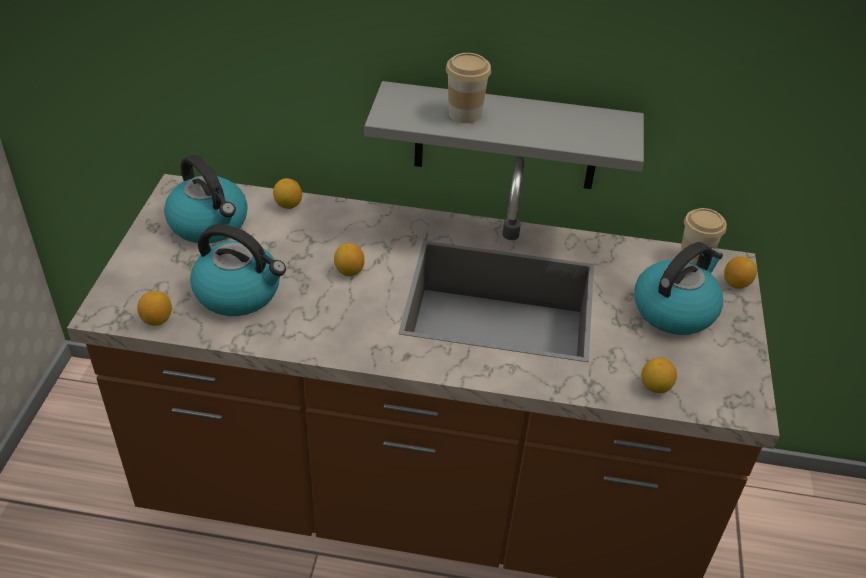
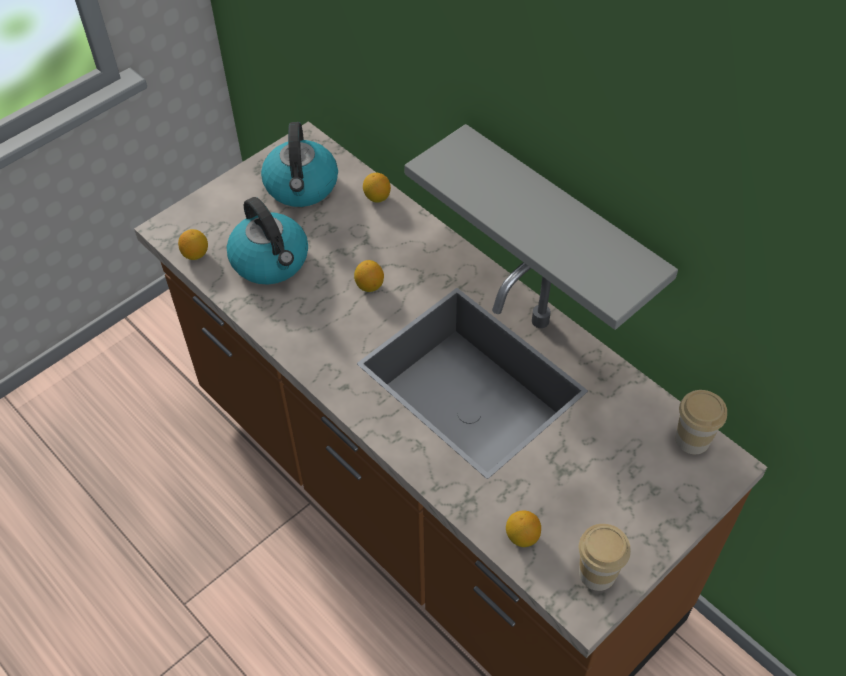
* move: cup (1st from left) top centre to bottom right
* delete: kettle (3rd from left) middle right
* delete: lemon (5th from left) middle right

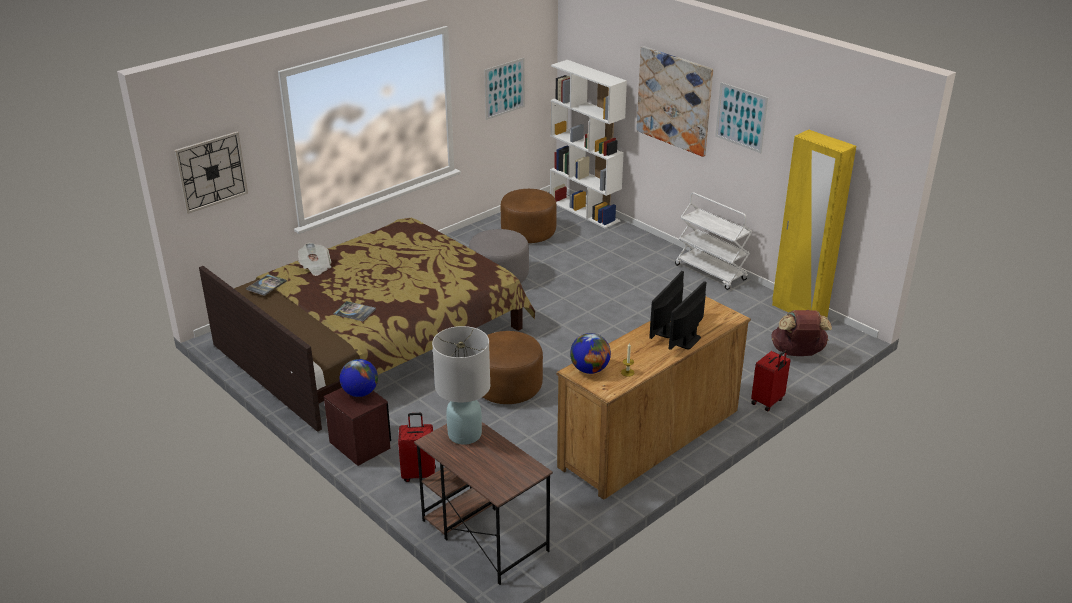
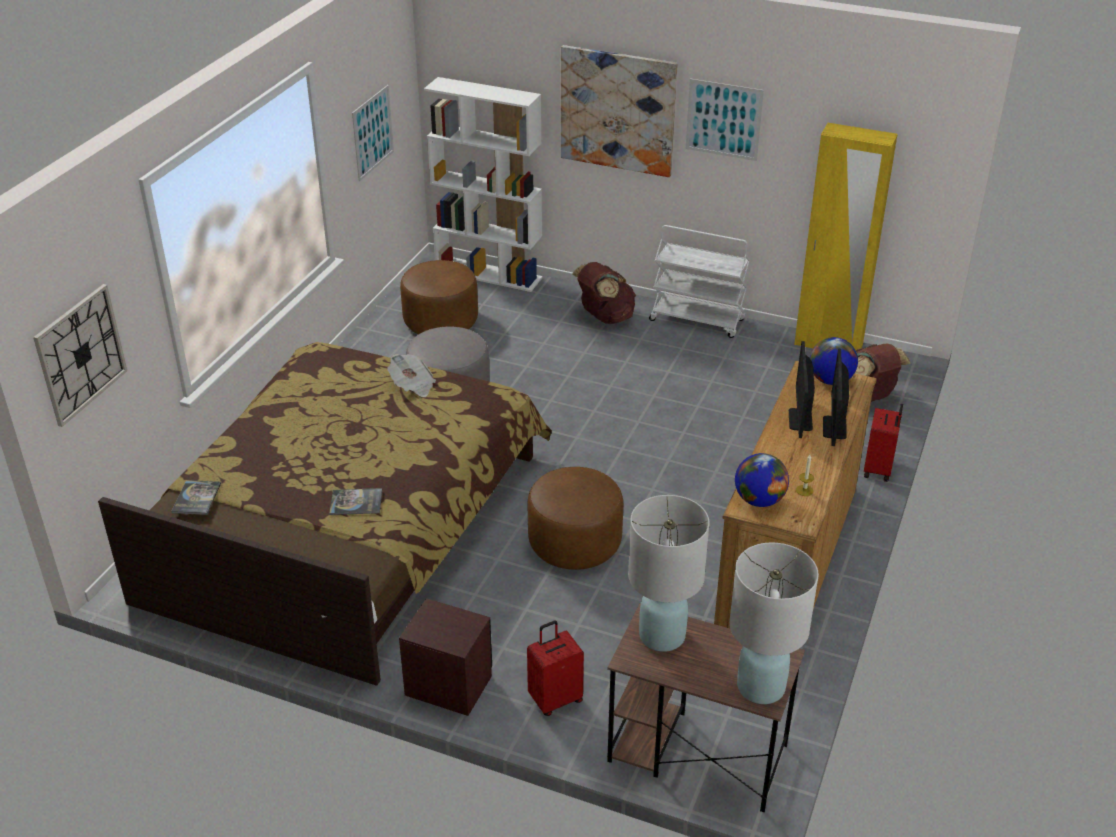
* move: newspaper middle left to centre
* insert: brown backpack (1st from left) centre
* insert: white table lamp (2nd from left) bottom right
* move: globe (1st from left in the first image) centre to globe (2nd from left) middle right

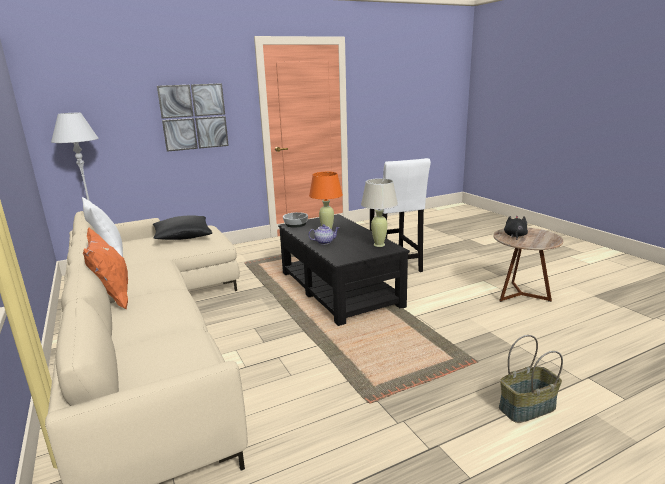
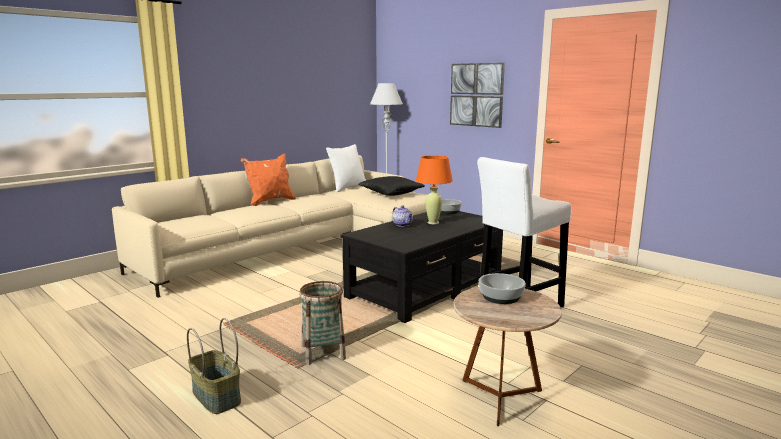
* insert: basket (2nd from left) bottom centre
* replace: black plush toy middle right to bowl (2nd from left) centre
* delete: beige table lamp centre

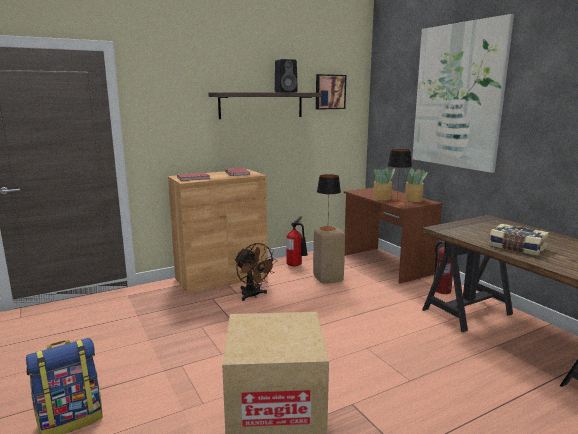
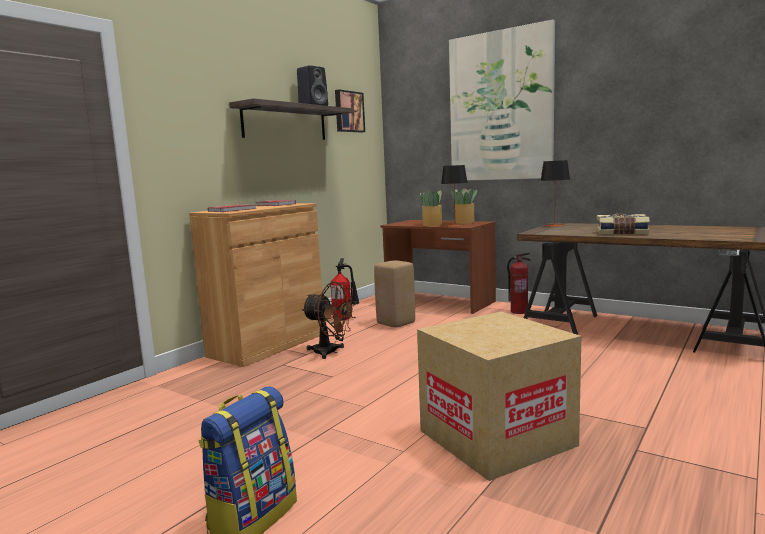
* move: table lamp (1st from left in the first image) centre to table lamp (2nd from left) middle right

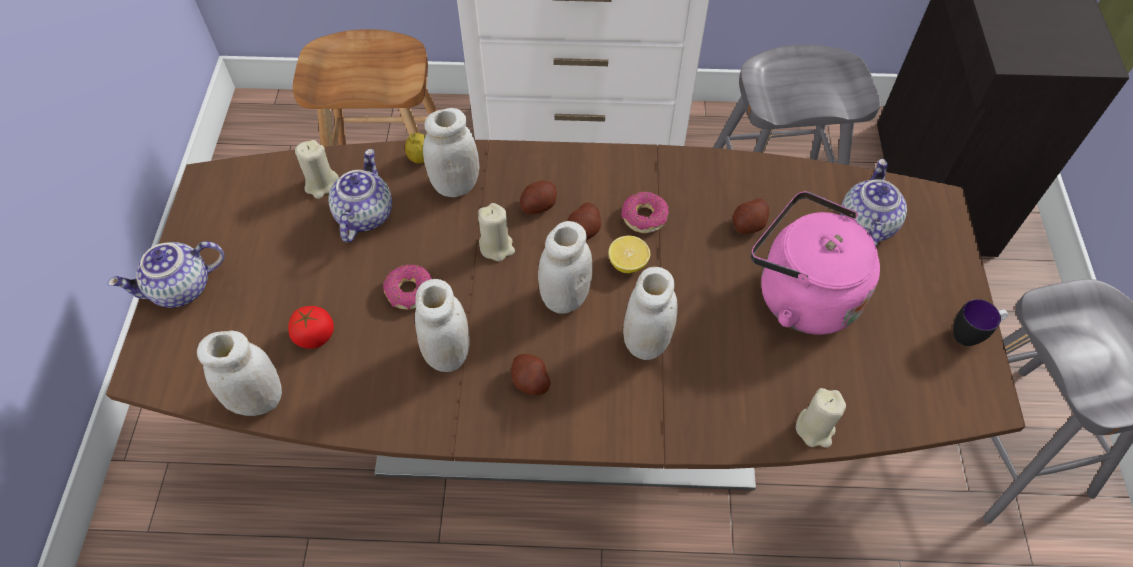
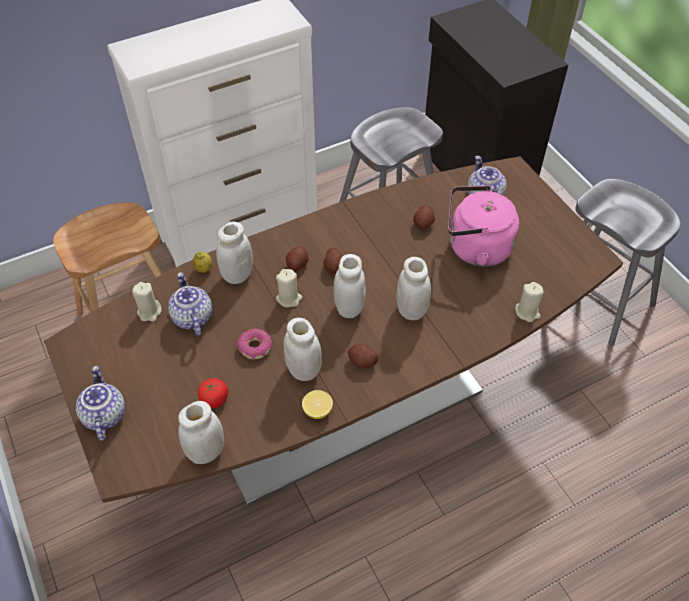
* rotate: teapot (1st from left) middle left = bottom left 135 degrees clockwise
* move: lemon (2nd from left) centre to bottom centre
* delete: donut (2nd from left) centre
* delete: mug middle right

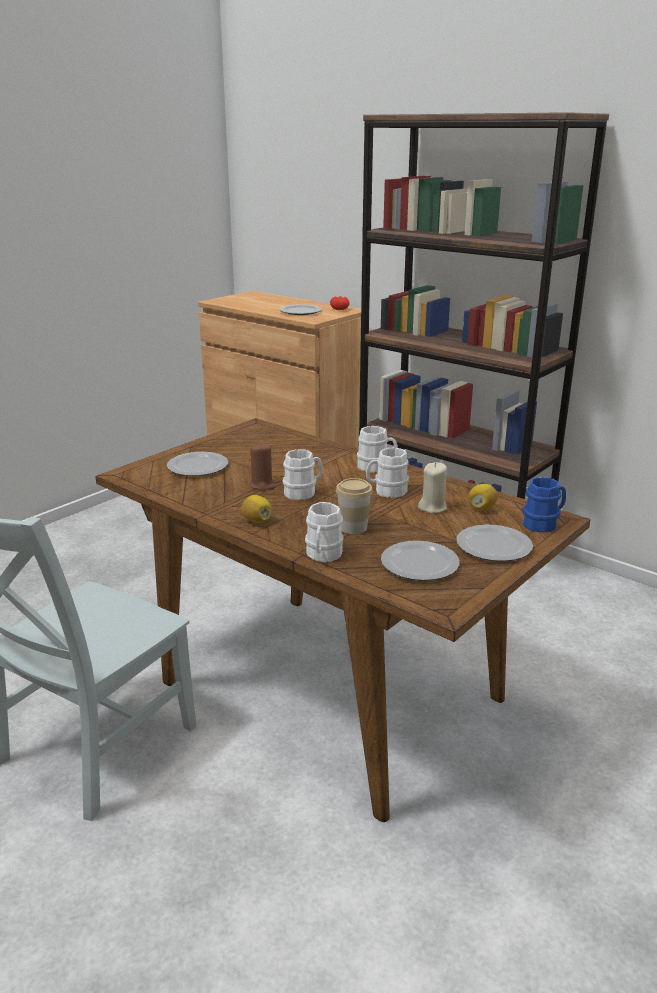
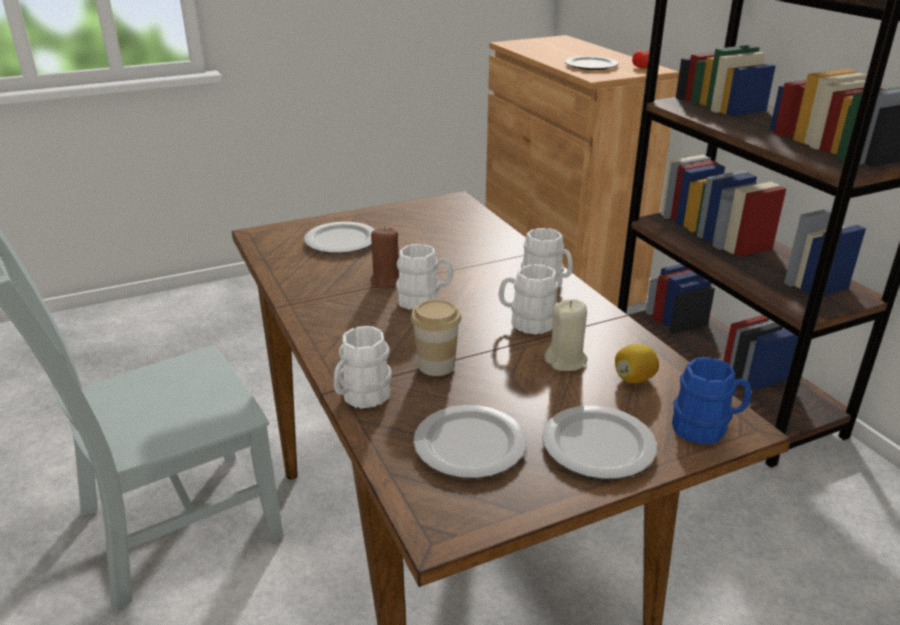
* delete: lemon (1st from left) centre

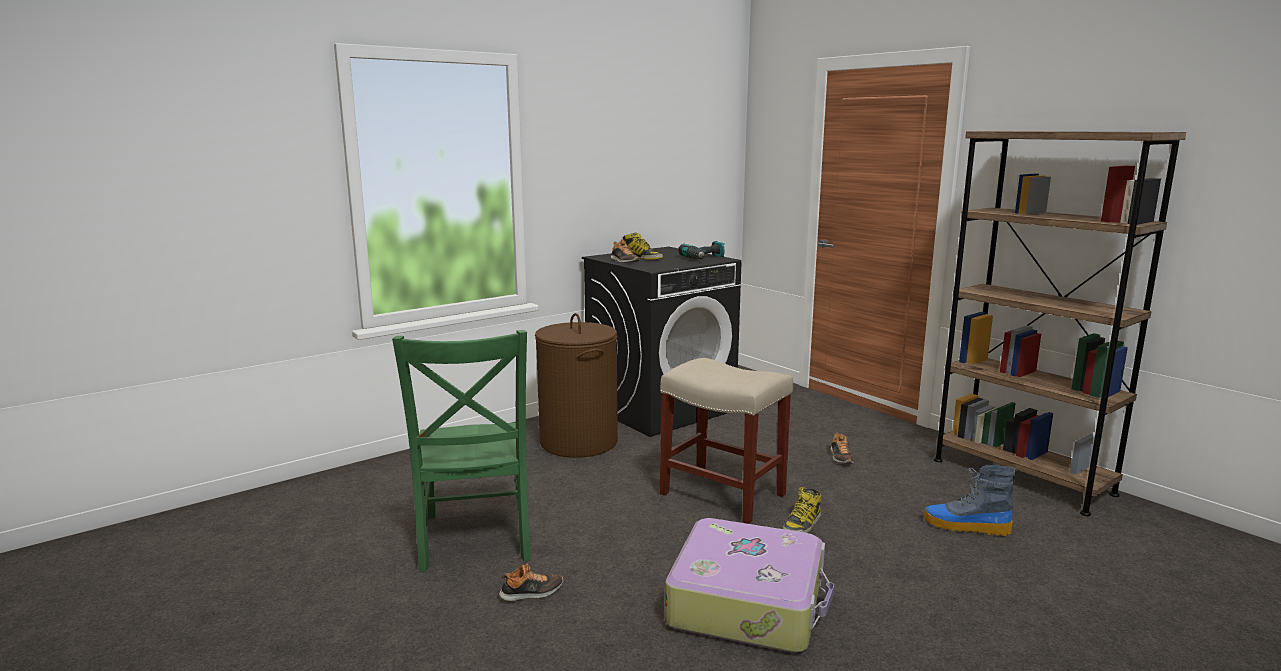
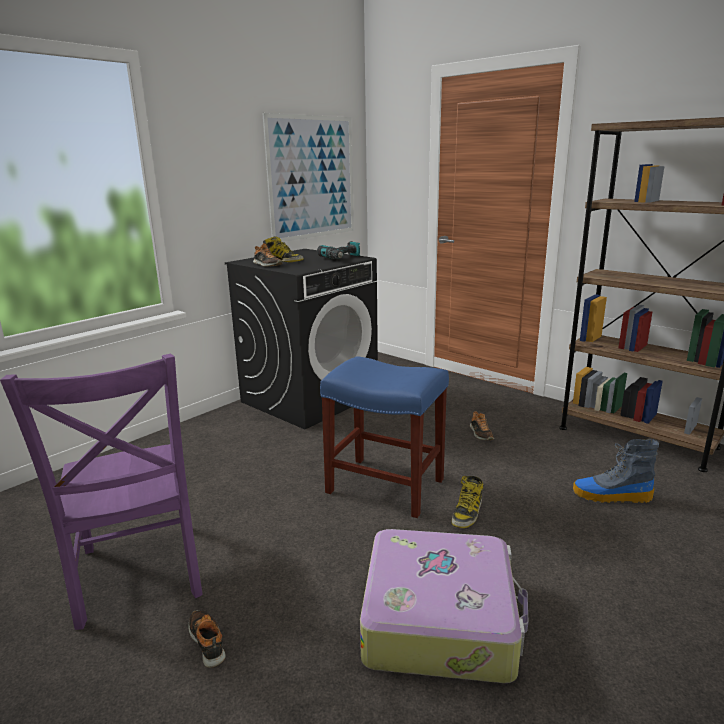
* recolor: green chair bottom centre to purple chair bottom left
* rotate: shoe (1st from left) bottom centre = bottom left 90 degrees counterclockwise
* insert: picture top centre
* recolor: beige stool centre to blue stool centre
* delete: brown laundry basket centre

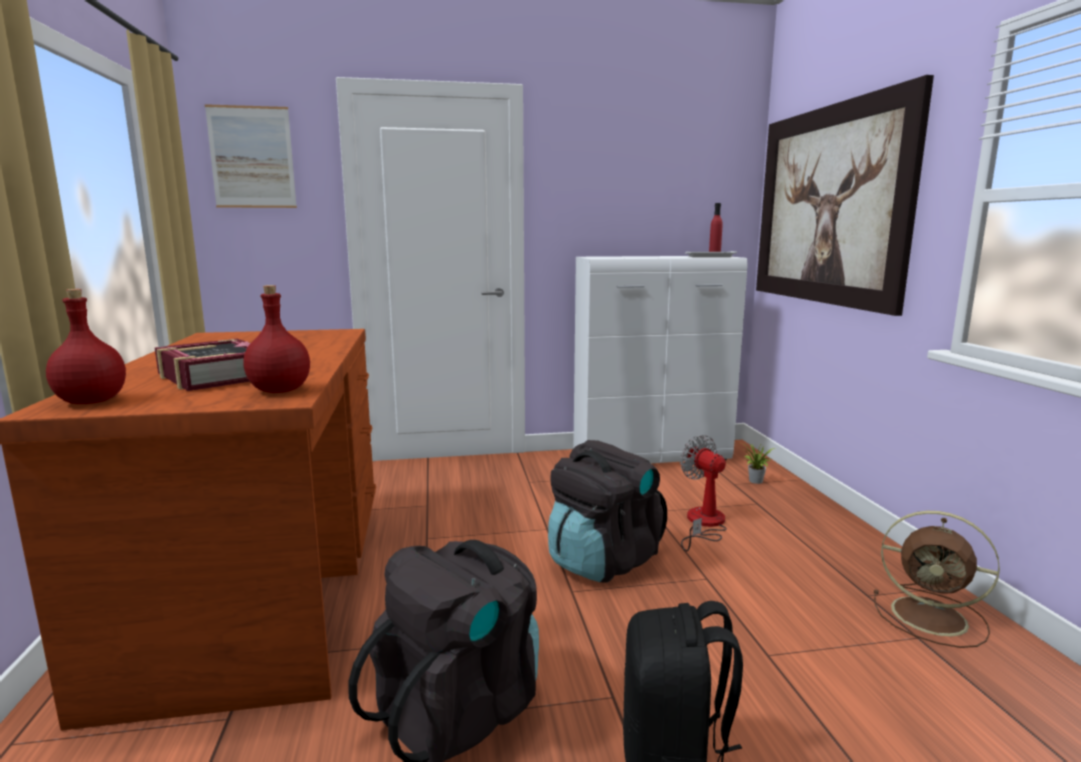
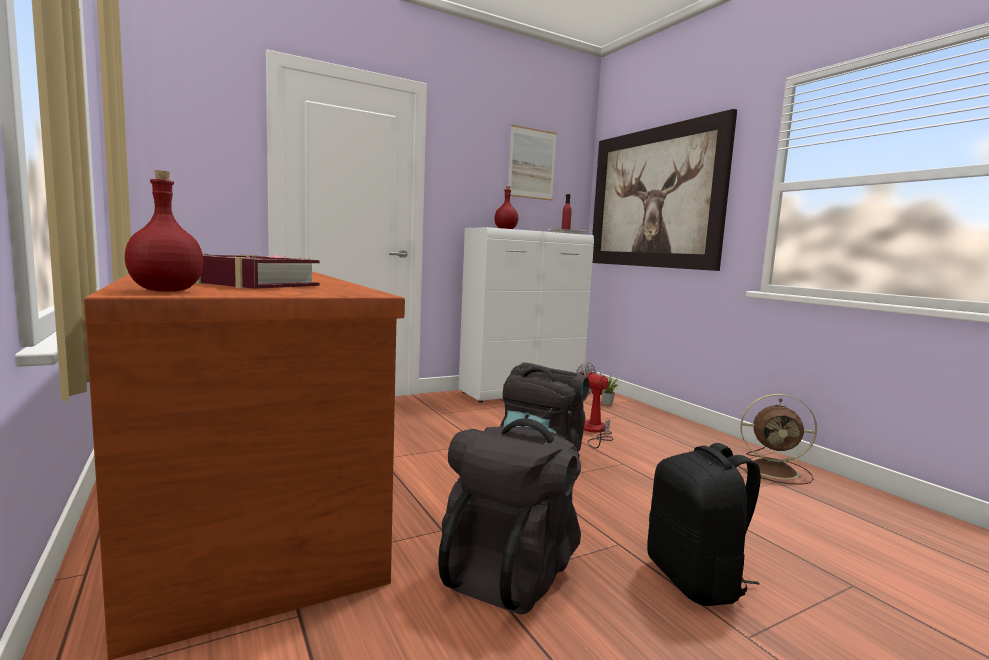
* move: red bottle (2nd from left) middle left to top centre
* move: picture (1st from left) top left to top centre

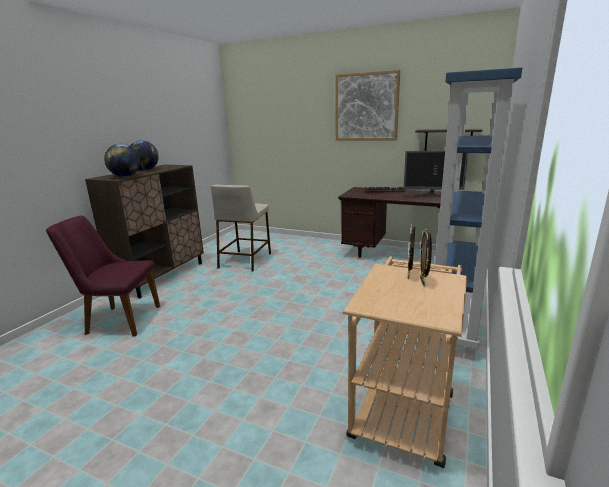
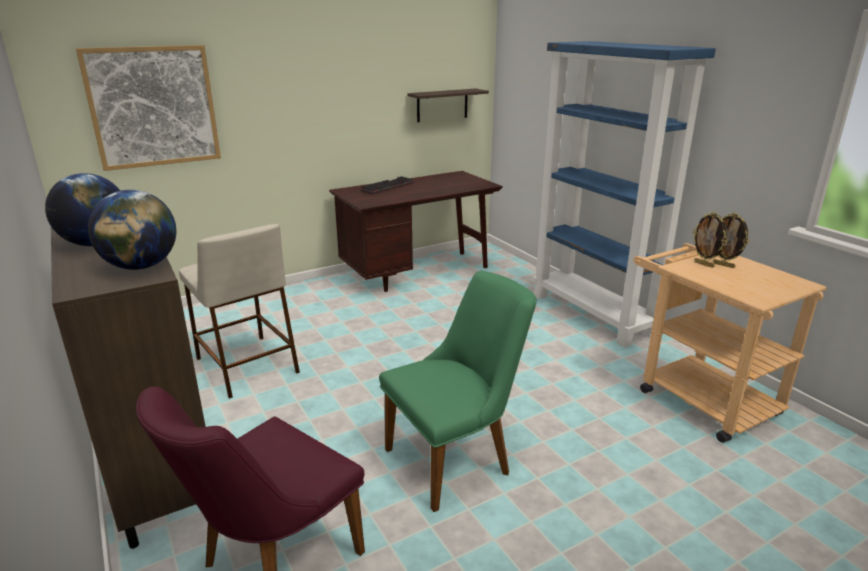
* move: picture top centre to top left
* insert: green chair bottom centre
* delete: monitor middle right

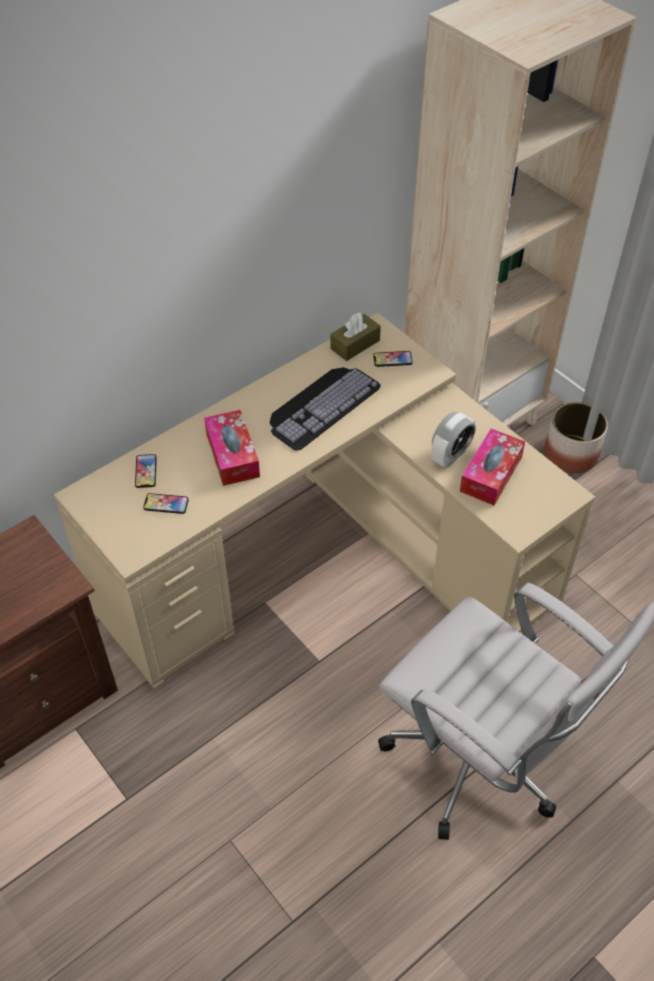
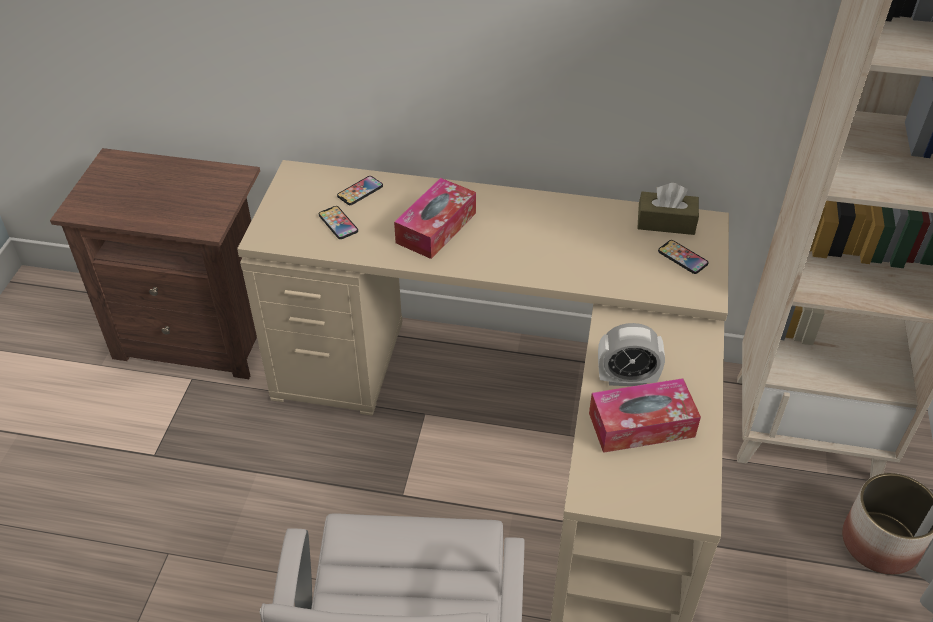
* delete: keyboard centre

